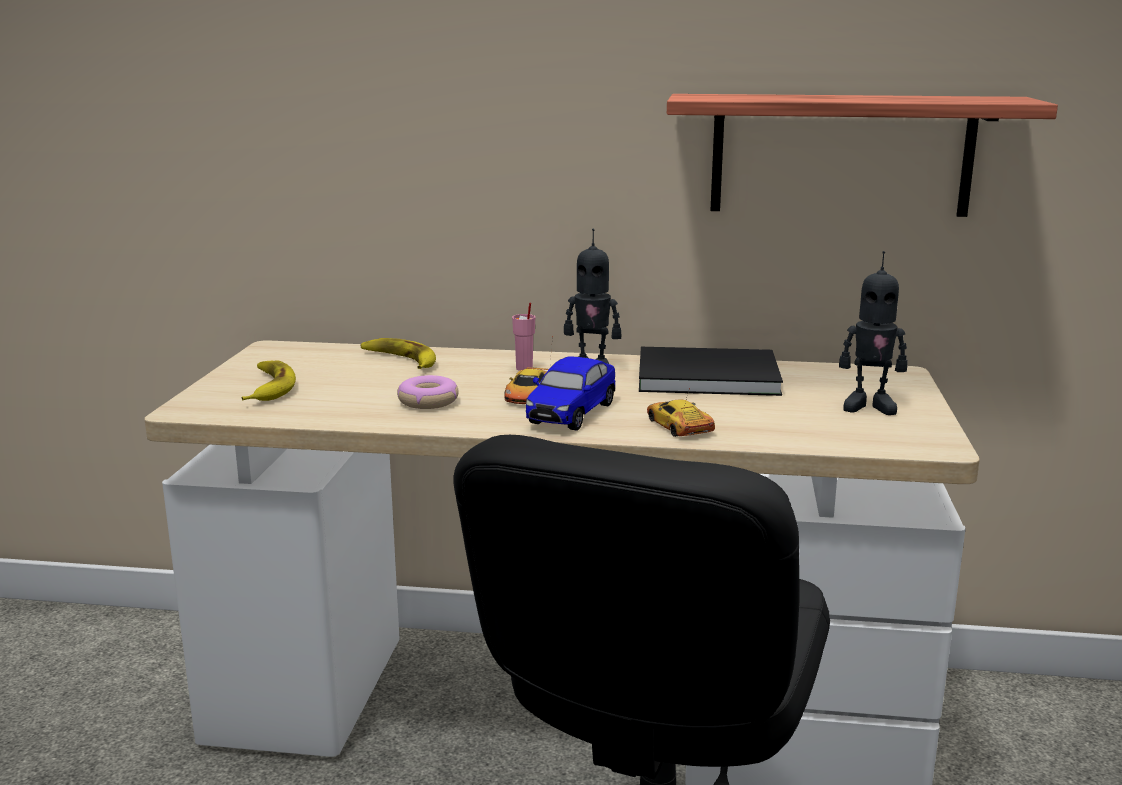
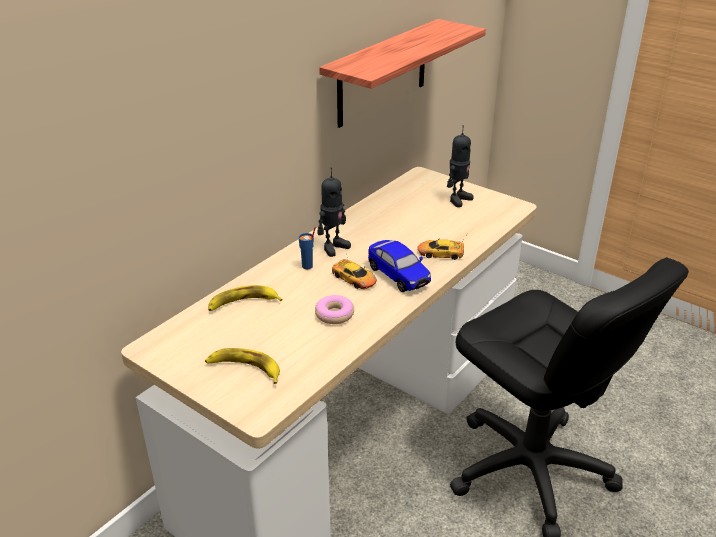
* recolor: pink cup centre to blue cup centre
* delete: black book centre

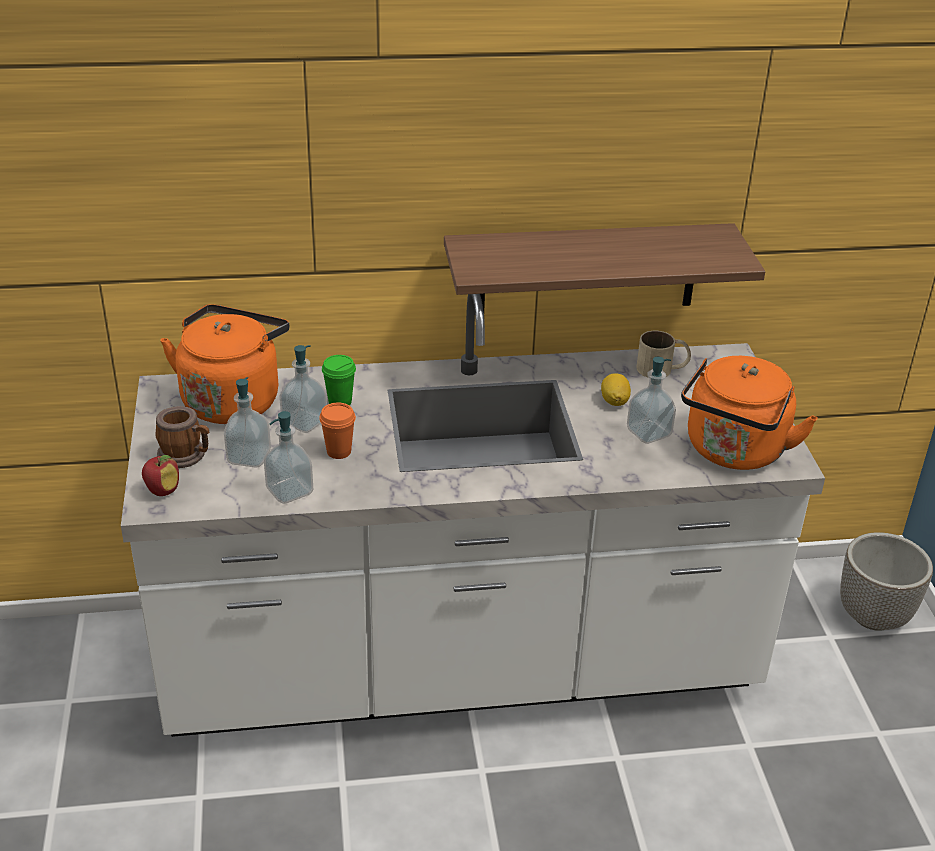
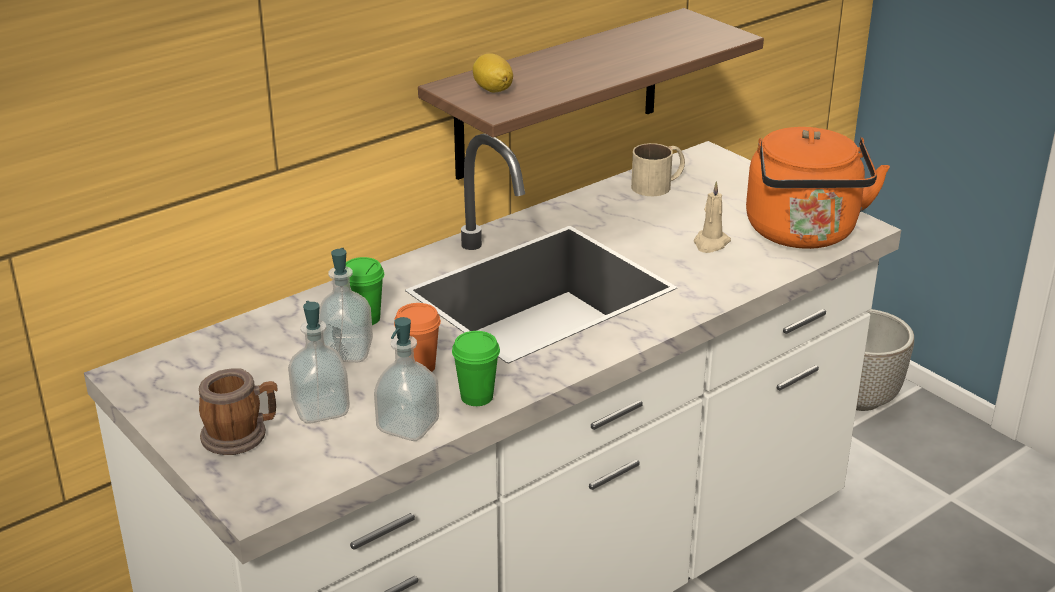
* insert: green cup (2nd from left) centre
* move: lemon centre to top centre
* replace: soap dispenser (4th from left) middle right to beige candle middle right
* delete: apple middle left
* delete: orange kettle (1st from left) middle left

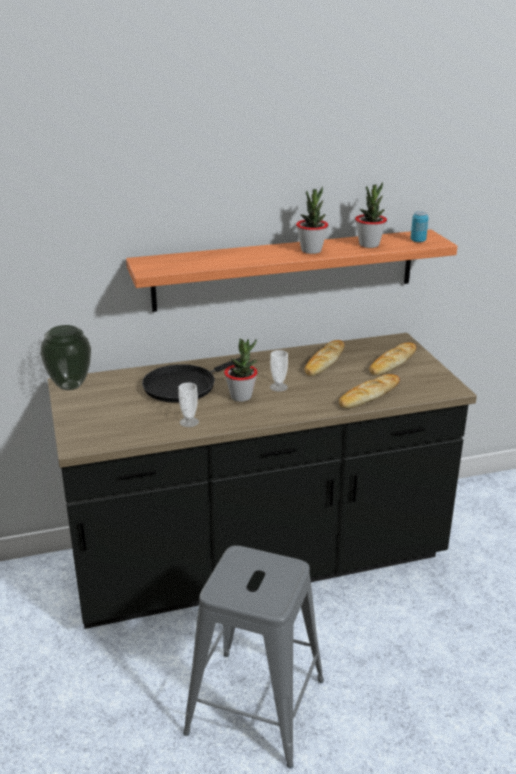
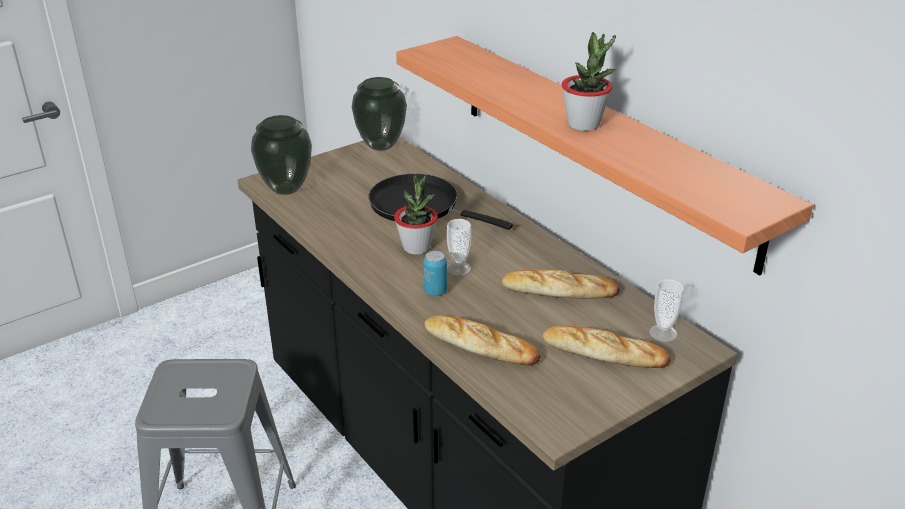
* insert: vase (1st from left) top left
* move: can top right to centre
* move: cup (1st from left in the first image) centre to cup (2nd from left) middle right
* delete: potted plant (3rd from left) top right

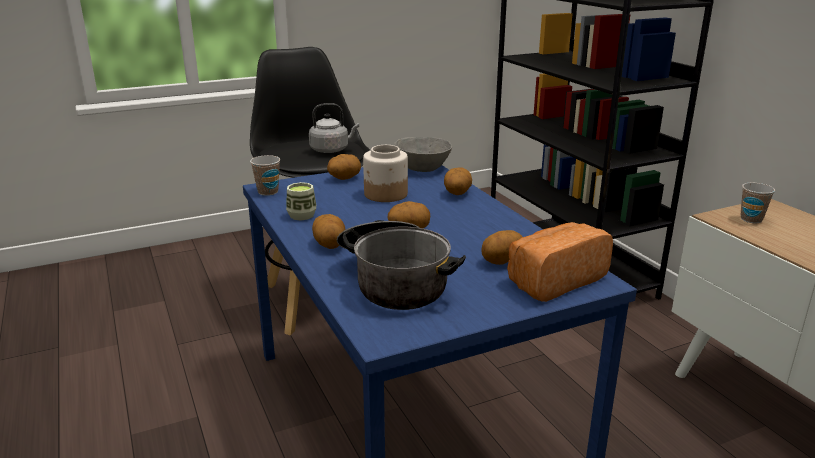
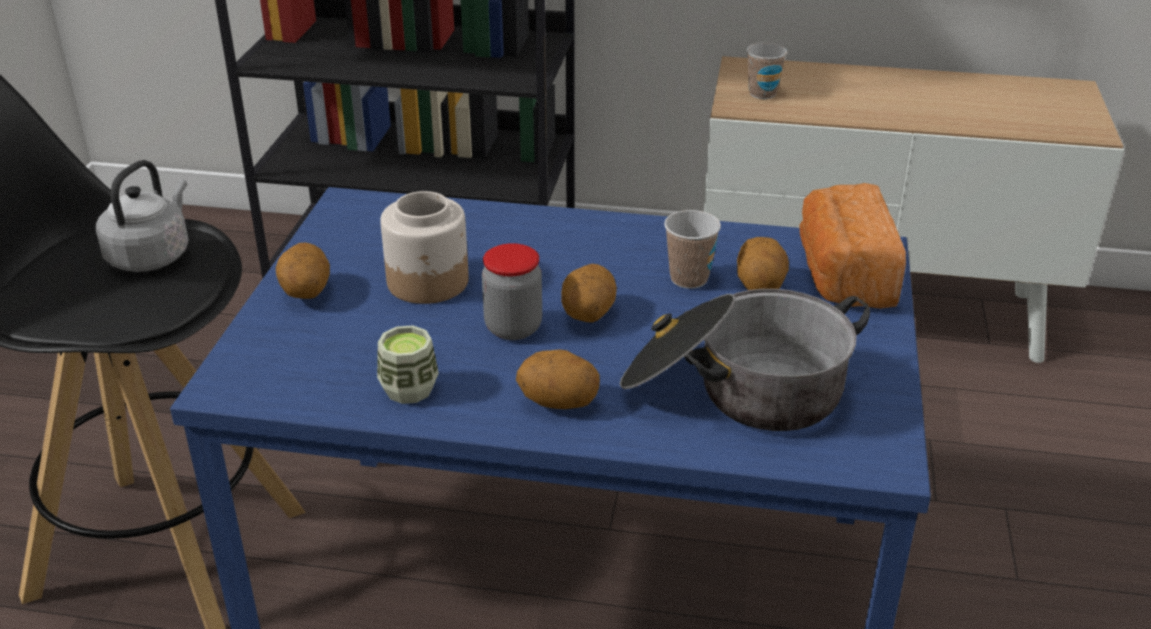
* insert: jar (2nd from left) centre
* move: cup (1st from left in the first image) middle left to cup (2nd from left) centre
* delete: grey bowl centre
* delete: potato (4th from left) centre

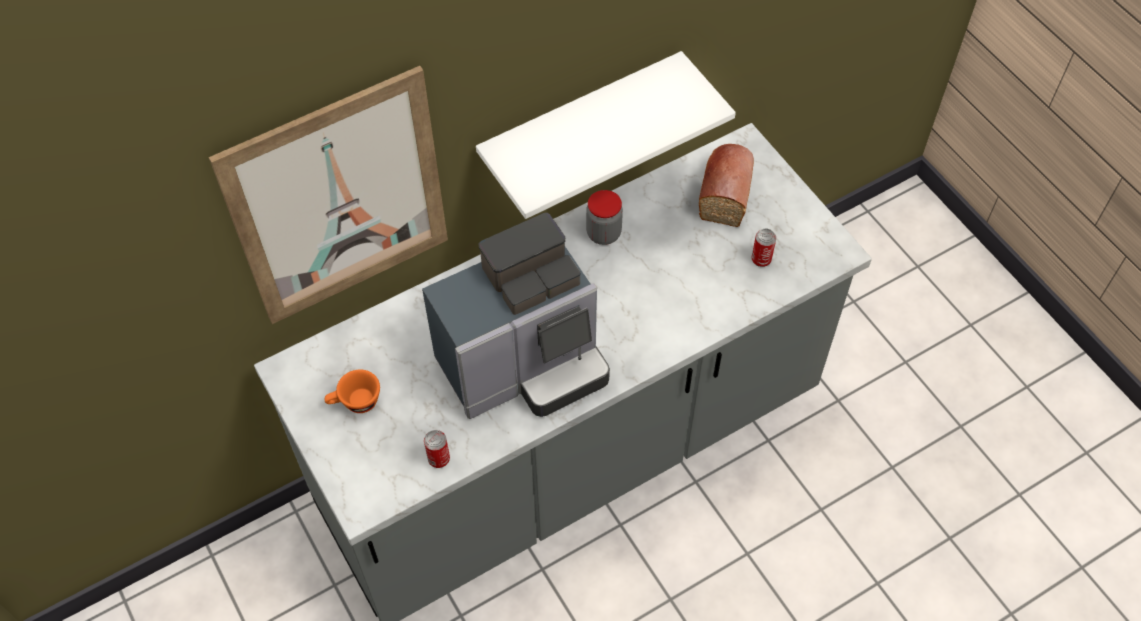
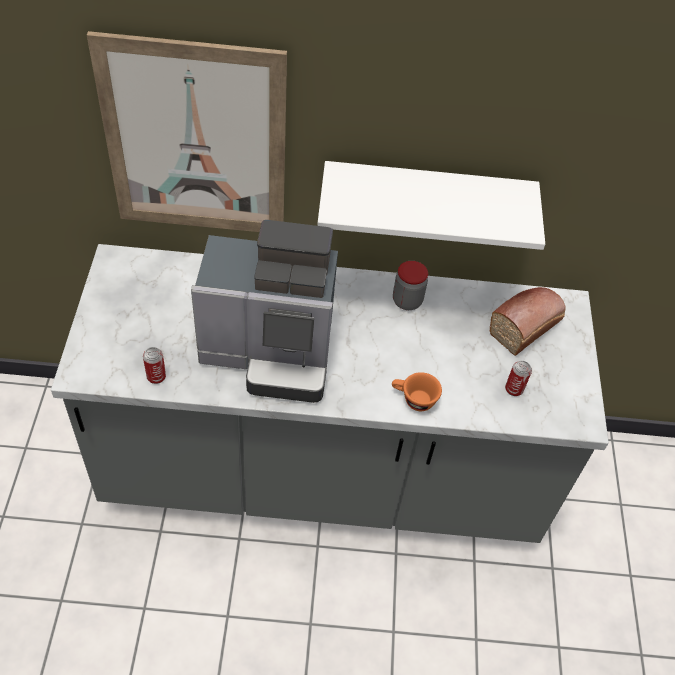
* move: orange cup middle left to centre

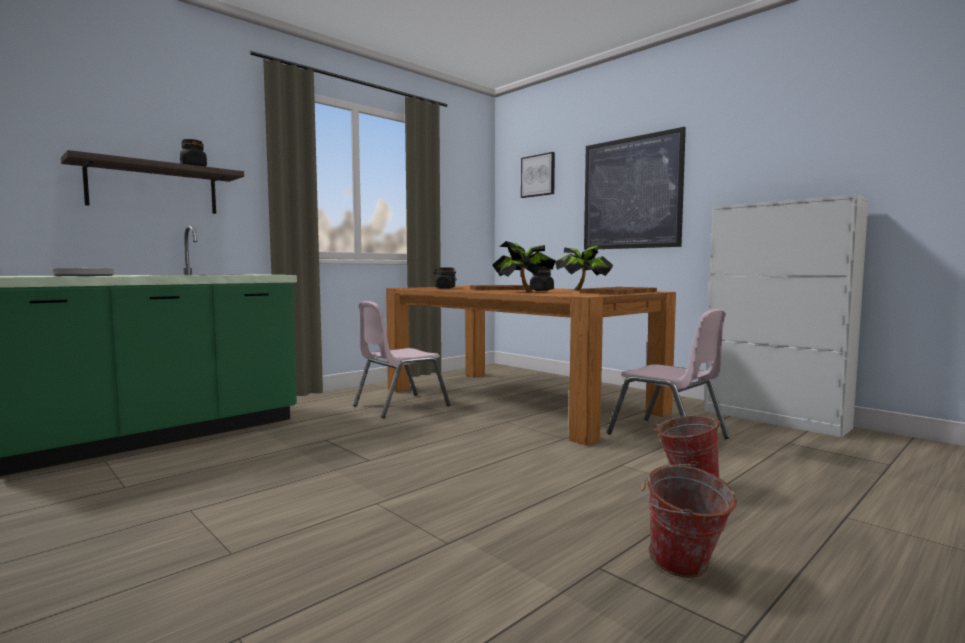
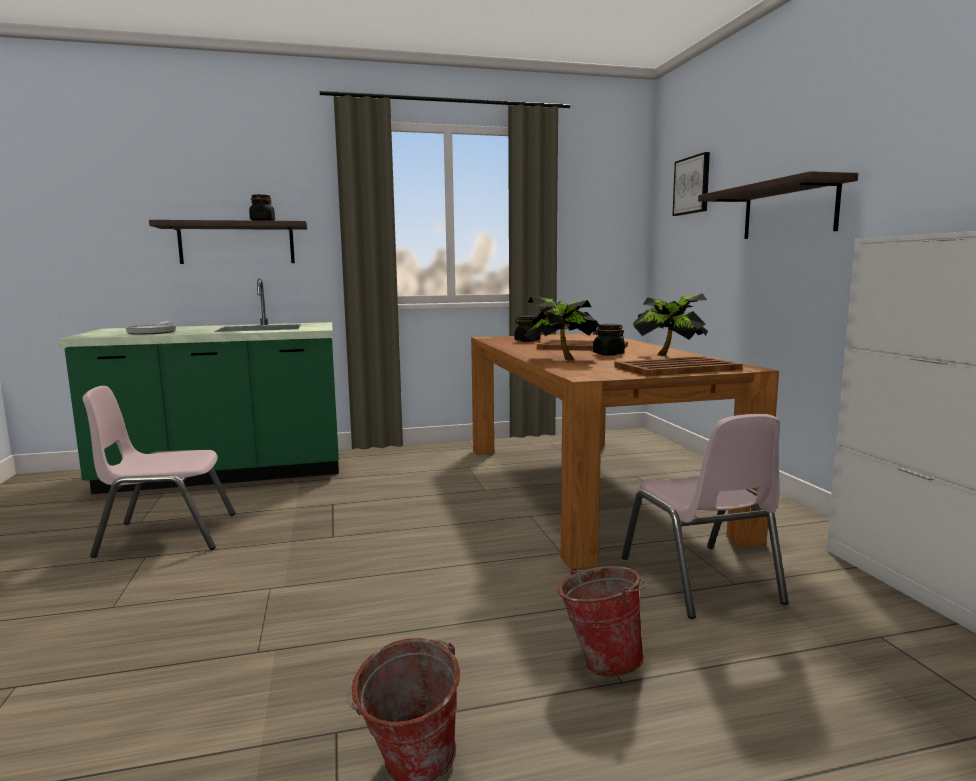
* move: pink chair (1st from left) centre to middle left
* replace: picture (2nd from left) top centre to shelf (2nd from left) top right

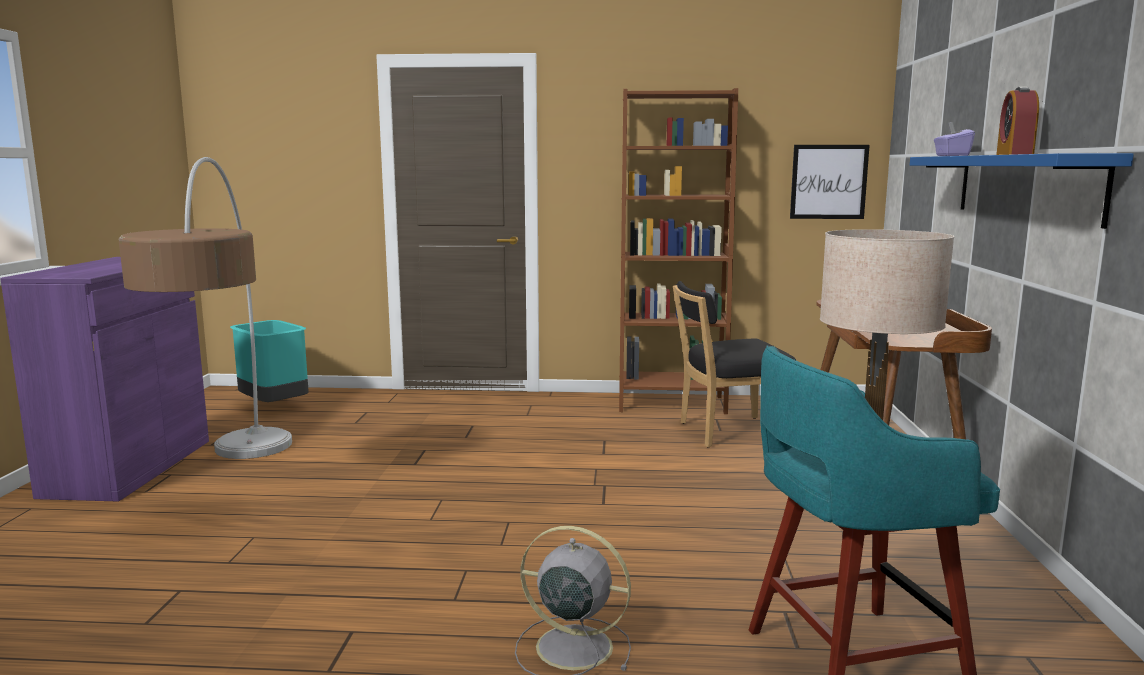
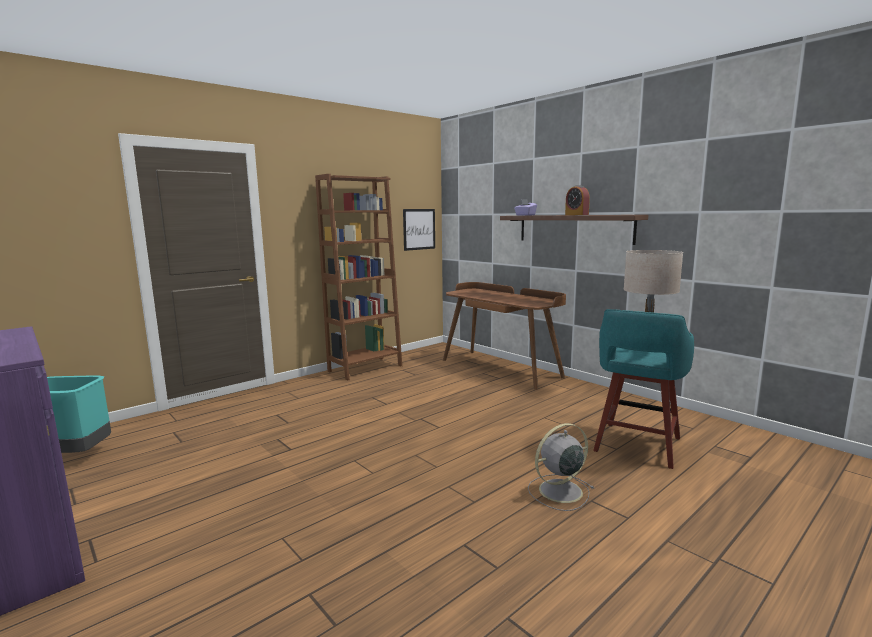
* recolor: blue shelf top right to brown shelf centre
* delete: floor lamp middle left
* delete: black chair centre

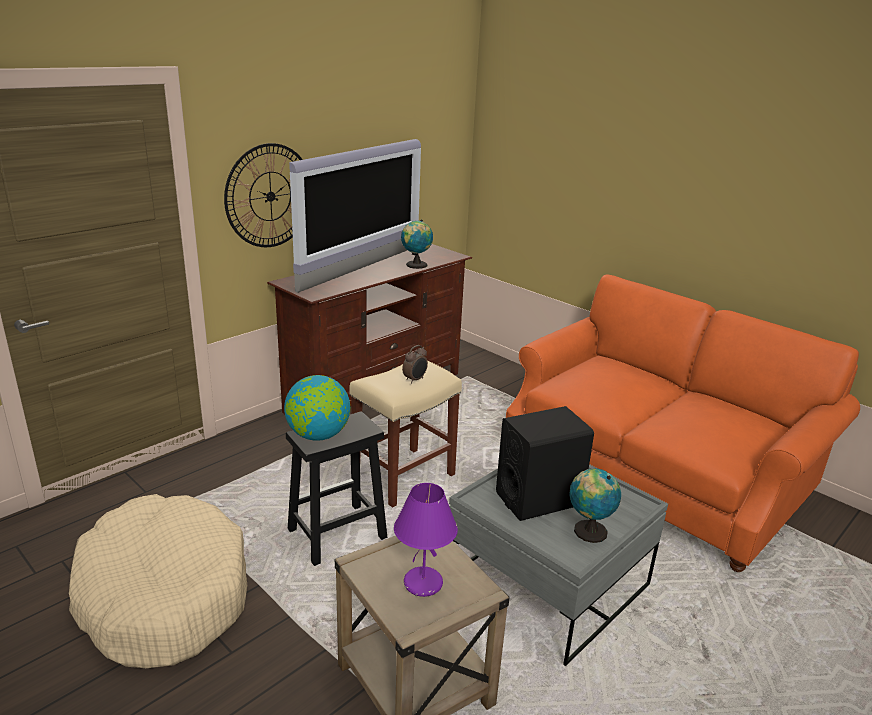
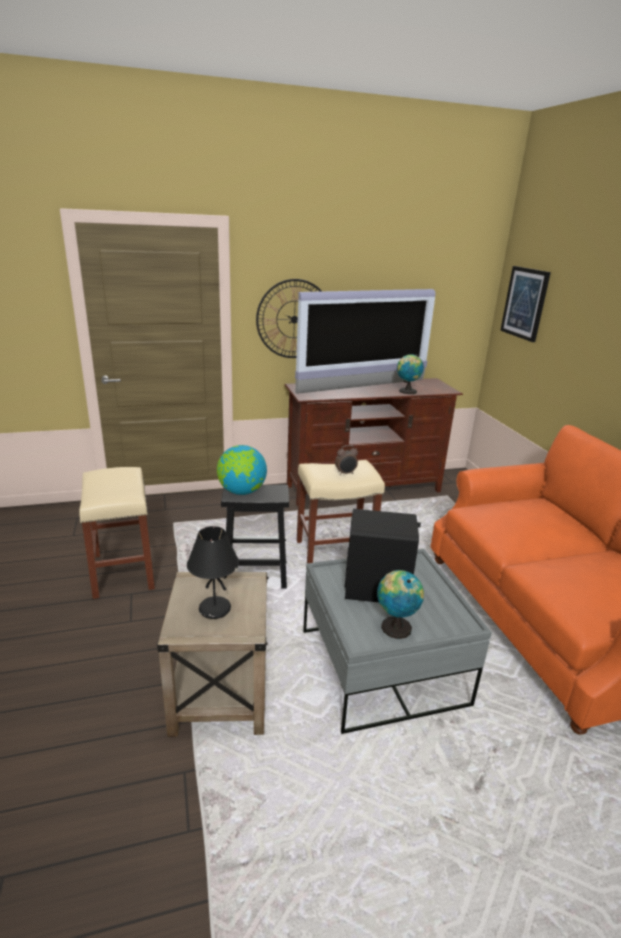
* replace: beige dog bed bottom left to beige stool (1st from left) middle left
* recolor: purple table lamp bottom centre to black table lamp centre
* insert: picture top right

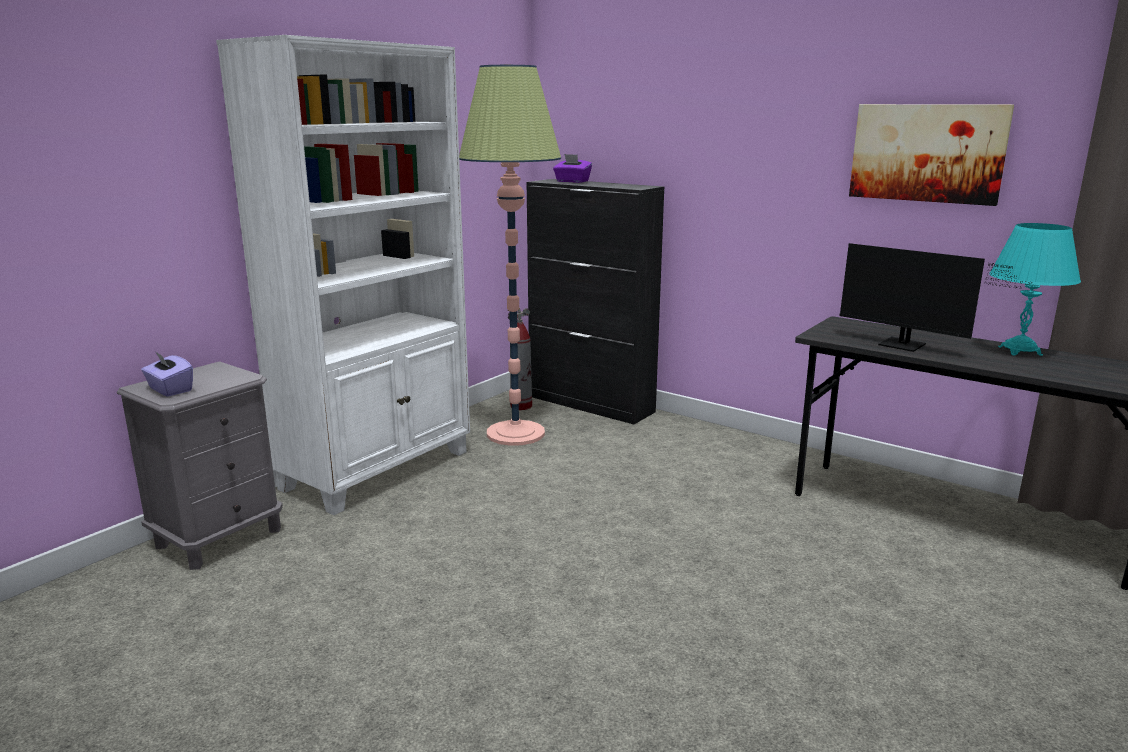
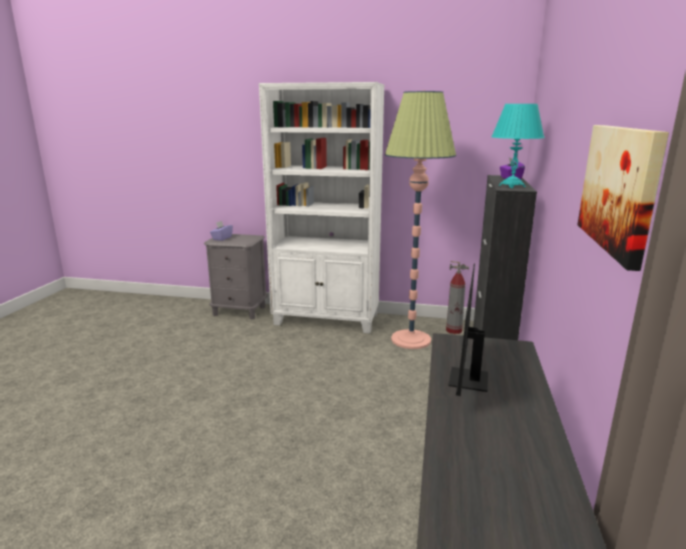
* move: turquoise table lamp middle right to top right

